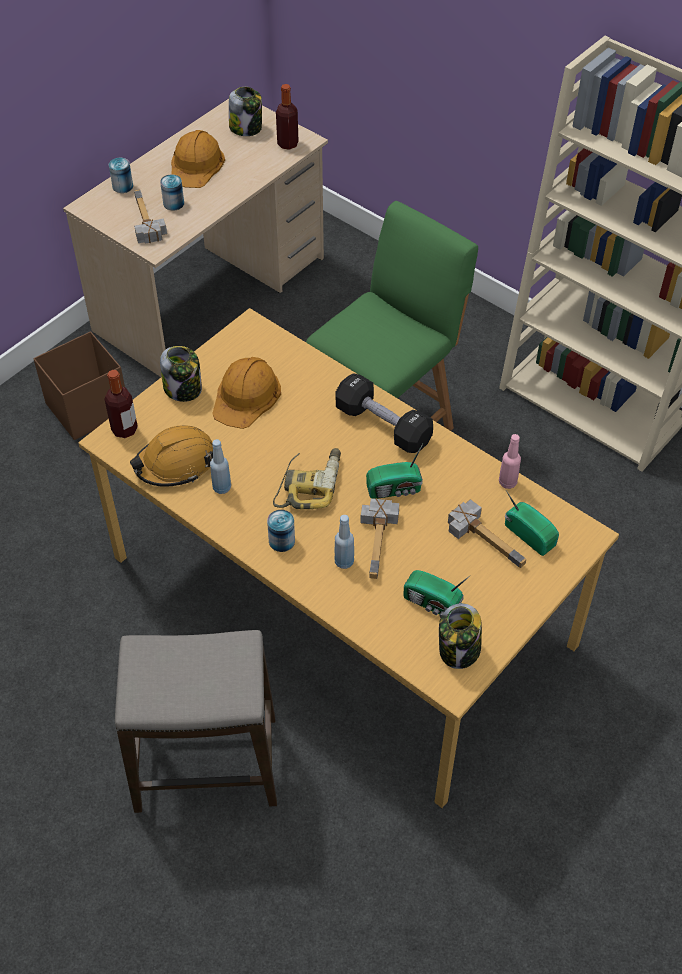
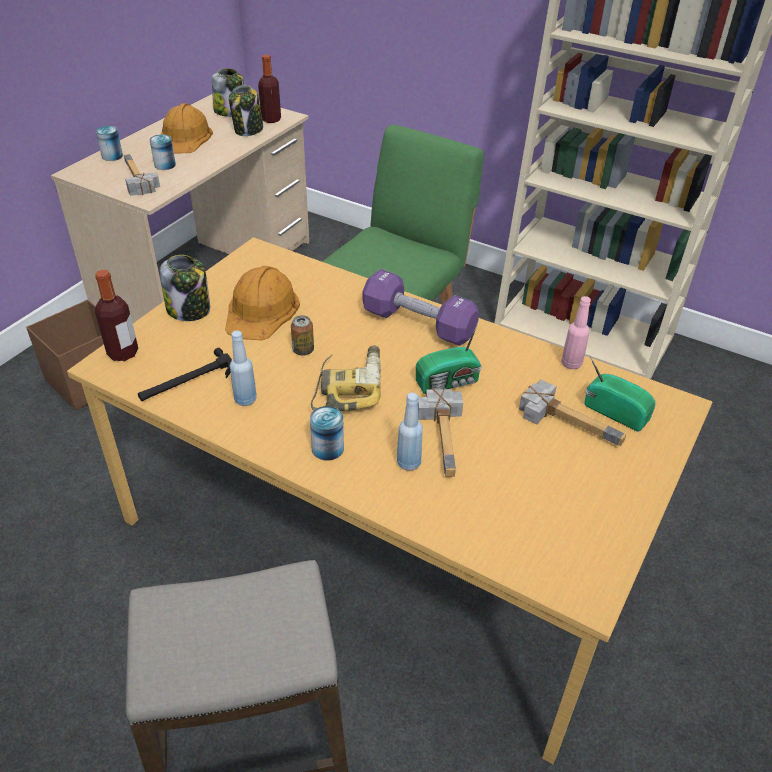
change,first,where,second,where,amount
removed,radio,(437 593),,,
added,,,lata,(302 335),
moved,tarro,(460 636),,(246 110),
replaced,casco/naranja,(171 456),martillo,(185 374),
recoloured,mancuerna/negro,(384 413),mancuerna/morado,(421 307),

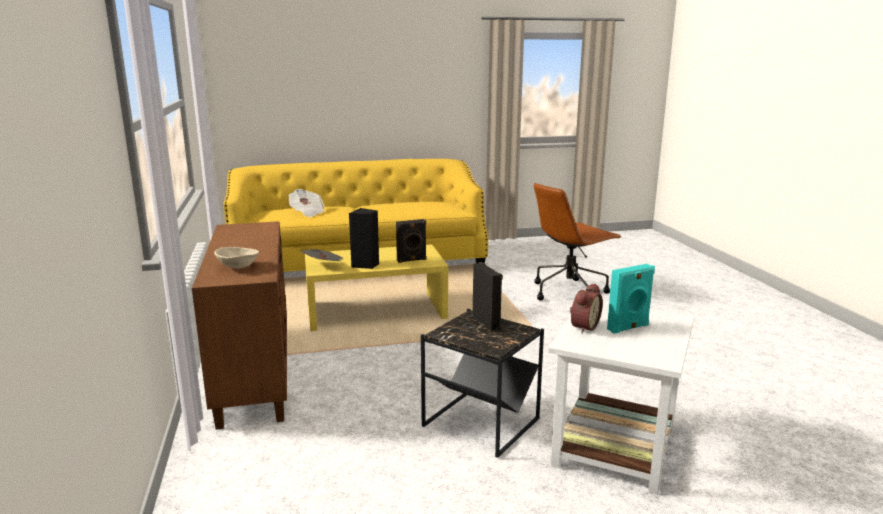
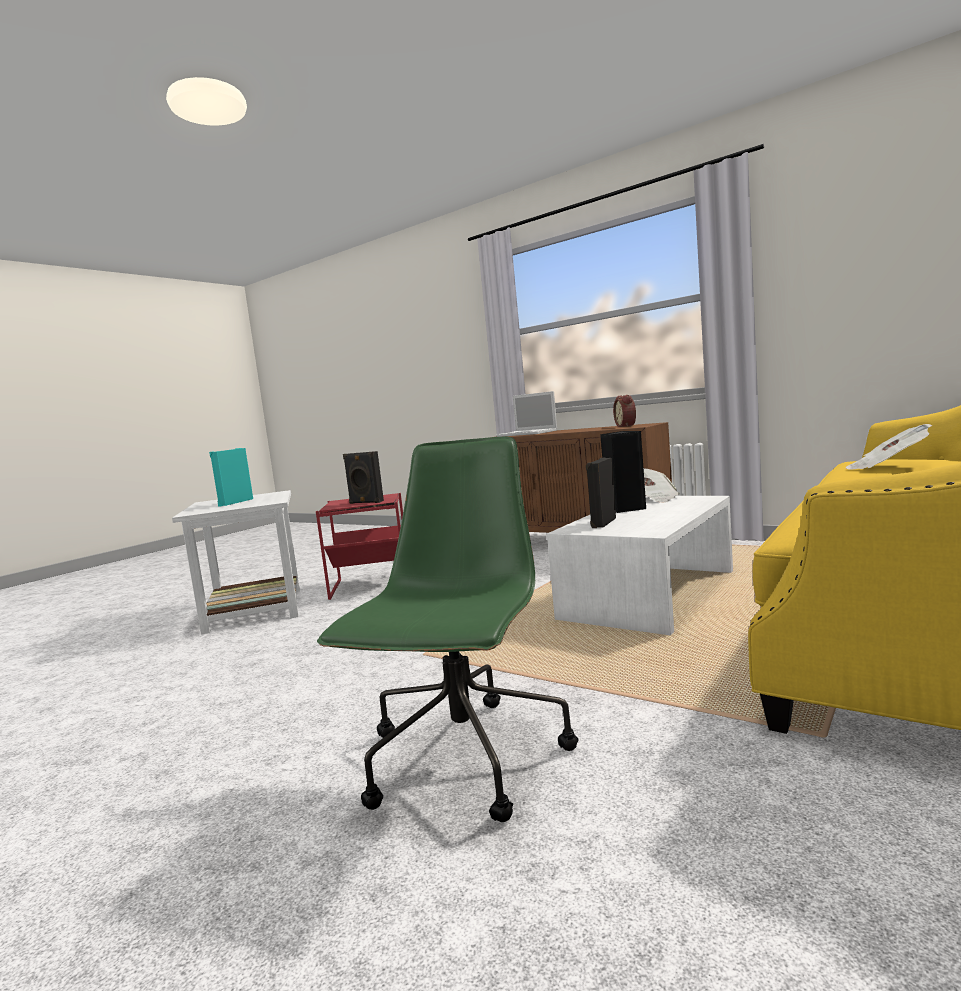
change,first,where,second,where,amount
moved,despertador,(586 308),,(624 411),
replaced,cuenco/beis,(236 257),portátil,(526 414),
recoloured,mesa de centro/amarillo,(376 287),mesa de centro/blanco,(640 565),
recoloured,mesa auxiliar/negro,(482 383),mesa auxiliar/rojo,(359 546),
recoloured,silla de oficina/marrón,(578 242),silla de oficina/verde,(447 629),

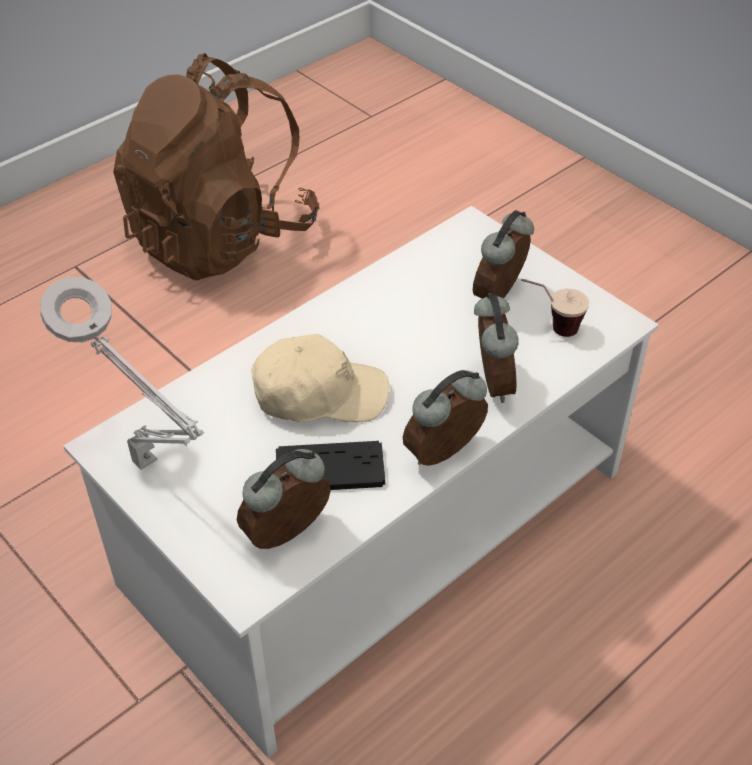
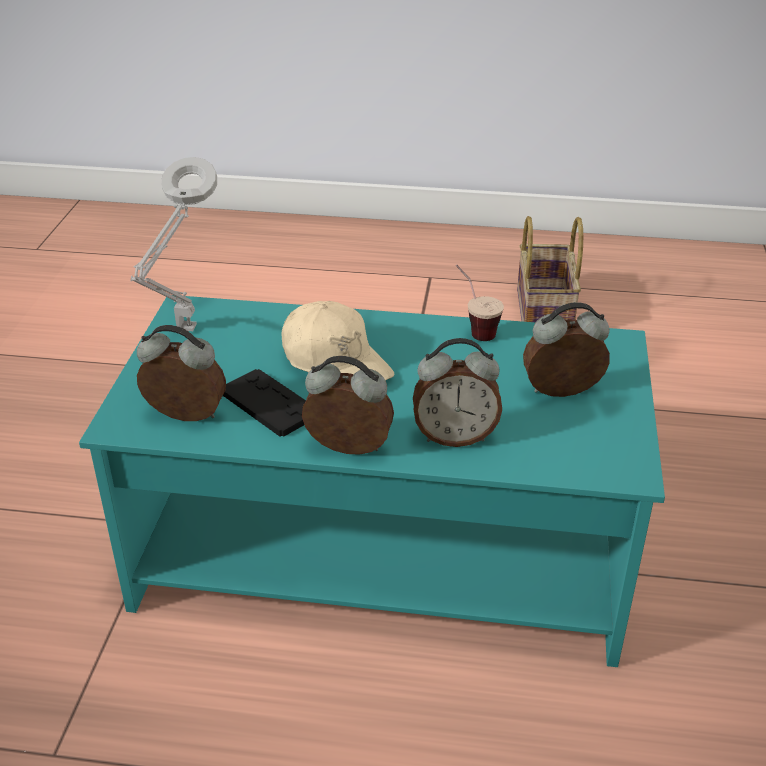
change,first,where,second,where,amount
moved,taza,(555 308),,(480 303),
replaced,mochila/marrón,(216 167),cesta,(550 269),
recoloured,mesa de centro/blanco,(361 482),mesa de centro/turquesa,(372 481),
turned,despertador,(496 348),,(457 392),45 degrees clockwise

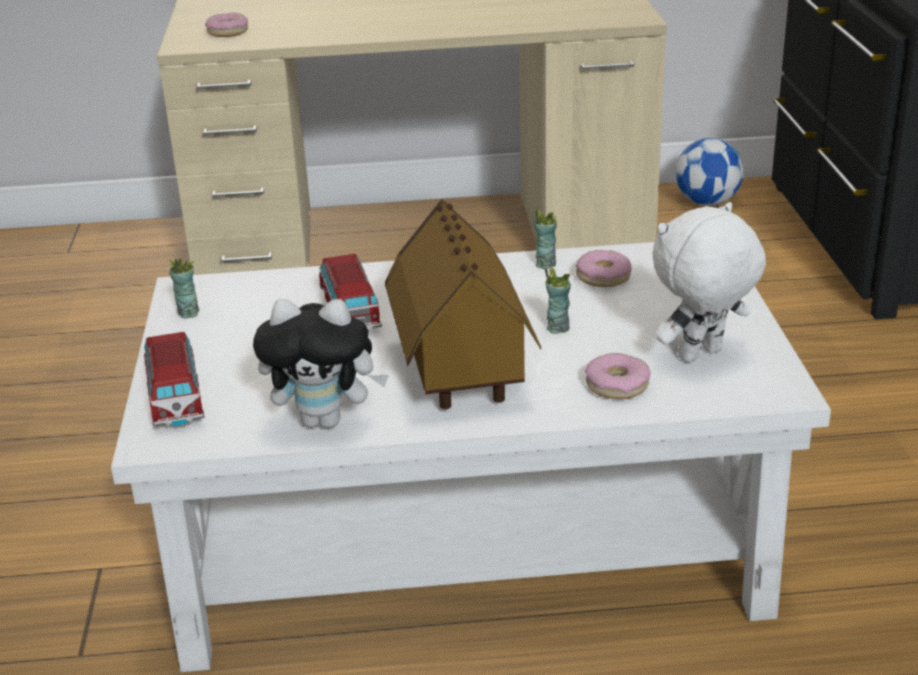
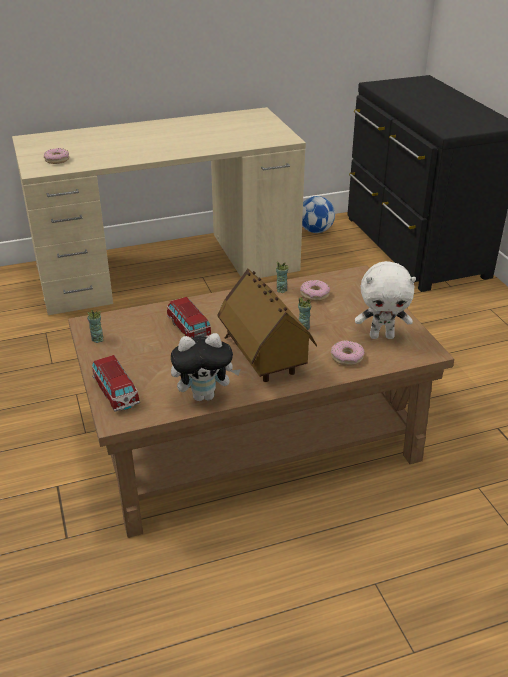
change,first,where,second,where,amount
recoloured,mesa de centro/blanco,(471 457),mesa de centro/marrón,(261 401),
turned,peluche/blanco,(709 282),,(385 300),135 degrees counterclockwise

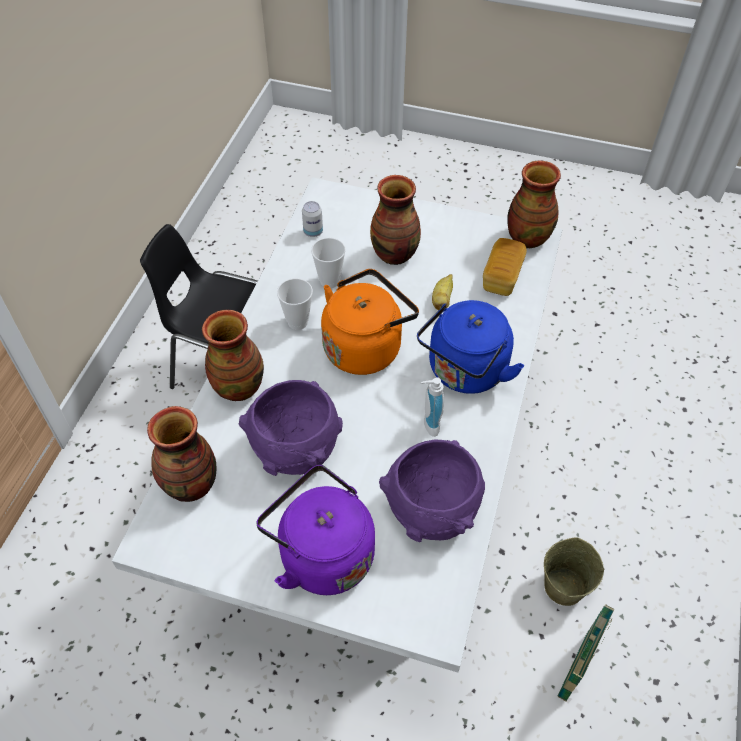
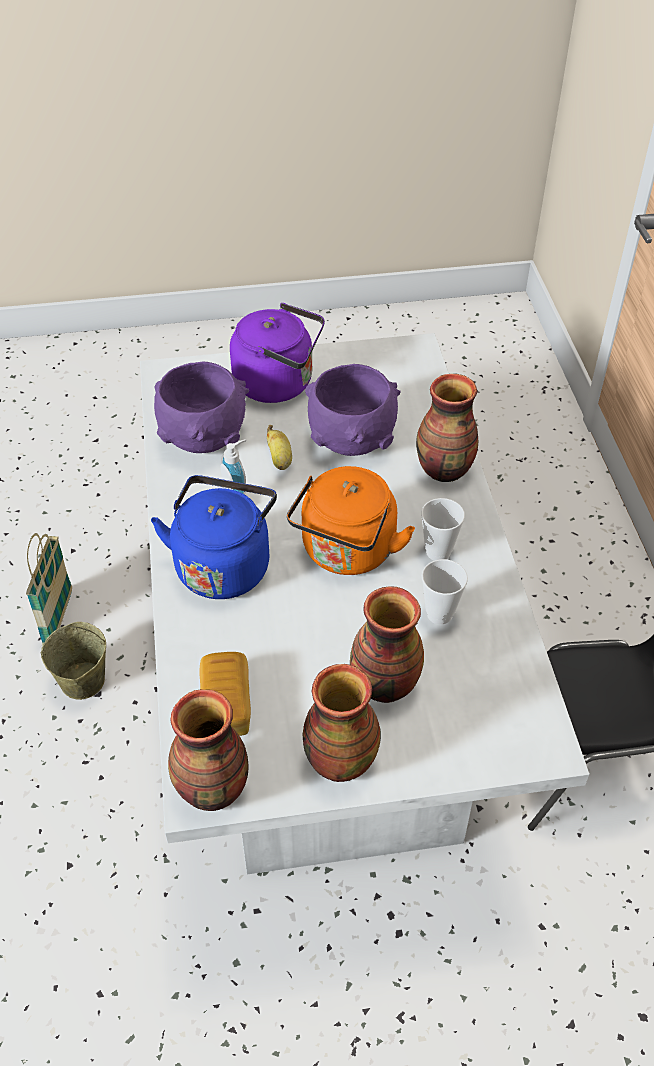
change,first,where,second,where,amount
removed,lata,(312 219),,,
moved,florero,(182 454),,(342 723),
moved,plátano,(442 292),,(279 447),

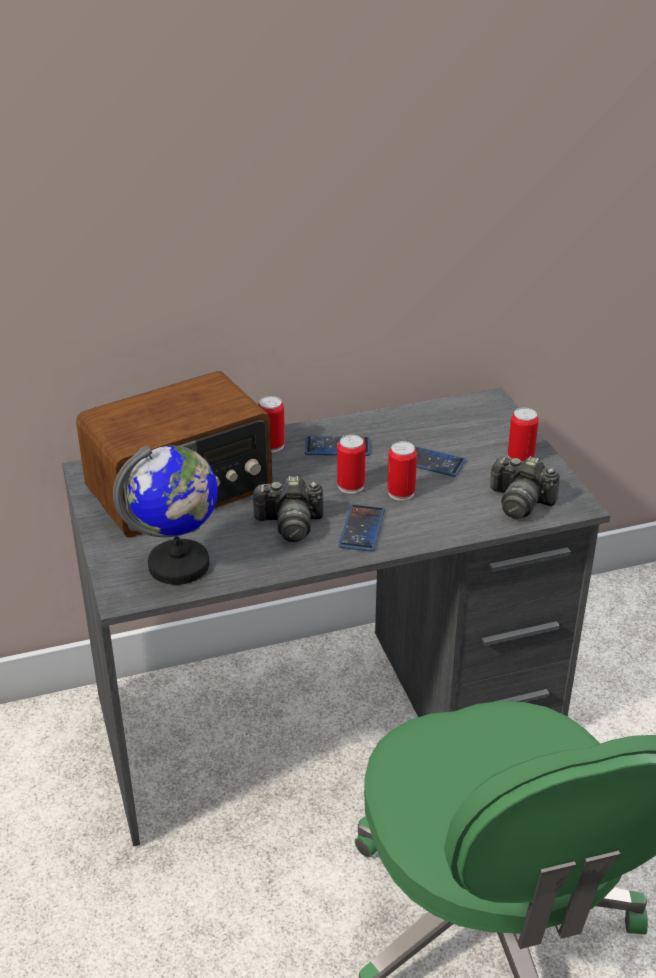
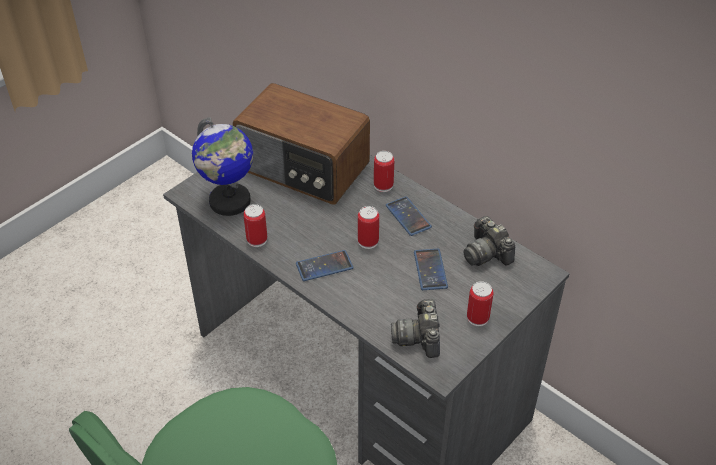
change,first,where,second,where,amount
moved,cámara,(287 509),,(489 241),
moved,lata,(402 471),,(255 225),

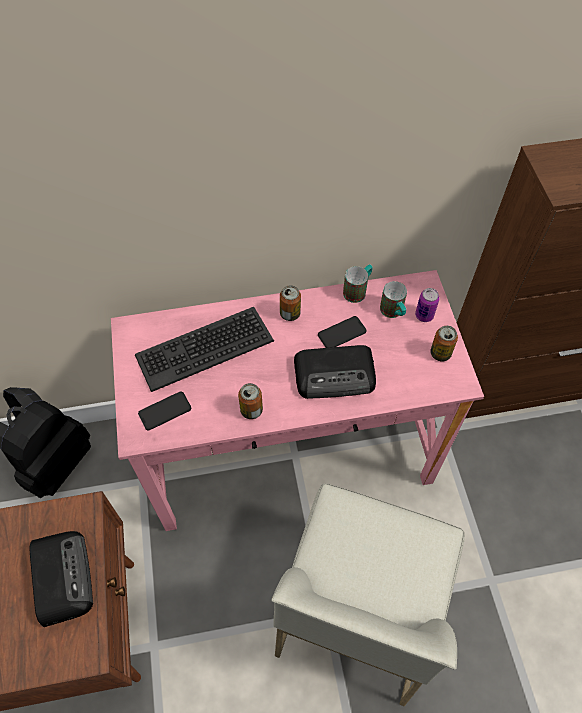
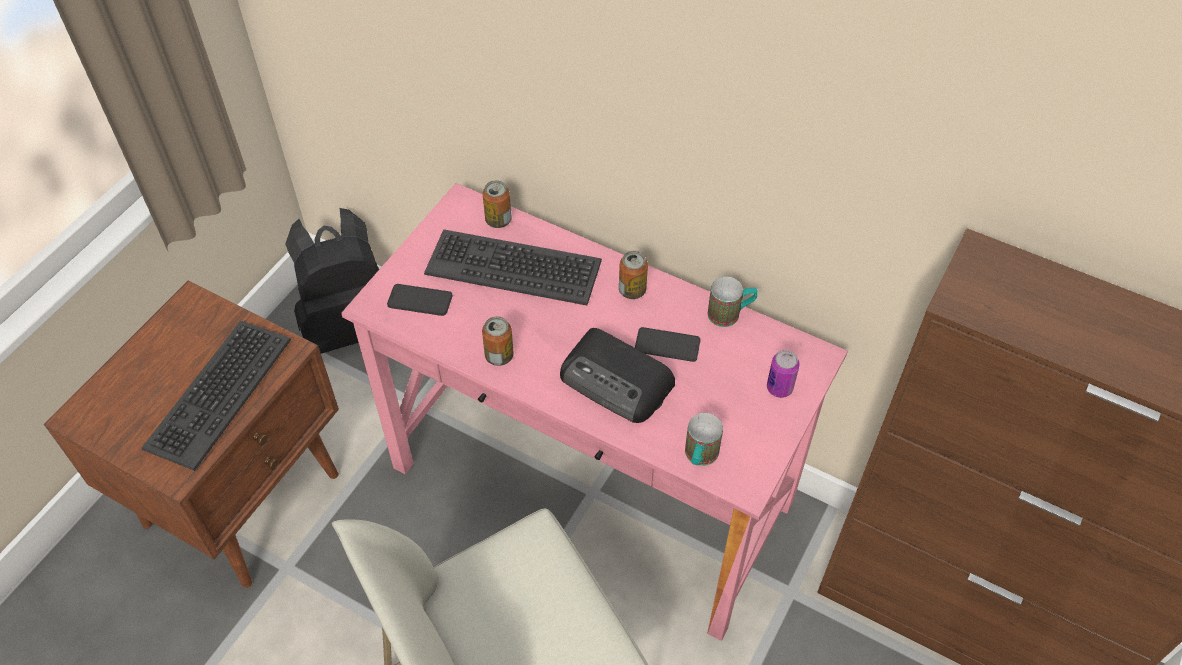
change,first,where,second,where,amount
moved,taza grande,(393 299),,(704 439),
moved,lata,(444 343),,(497 204),
replaced,radio,(61 579),teclado,(216 395),

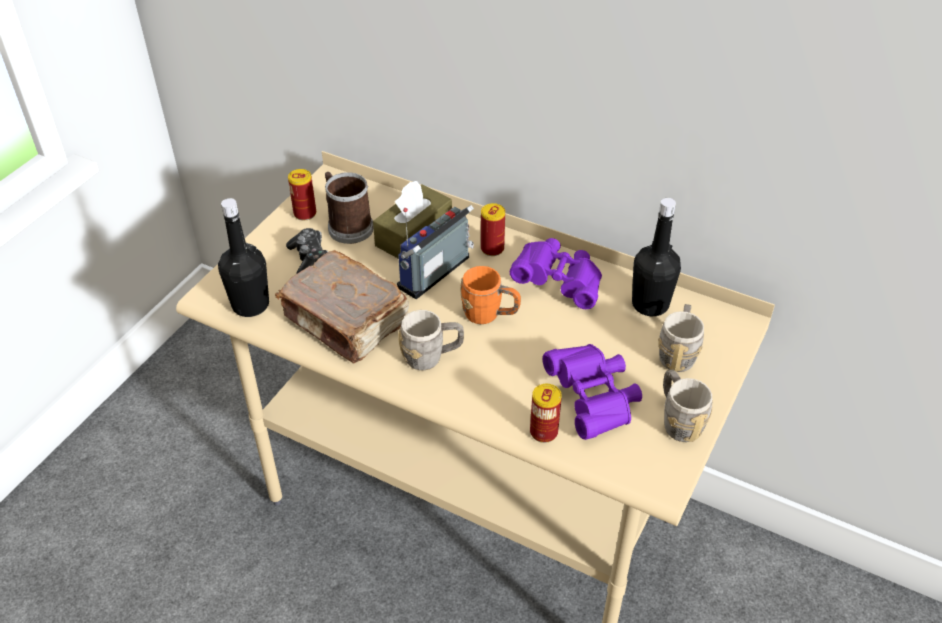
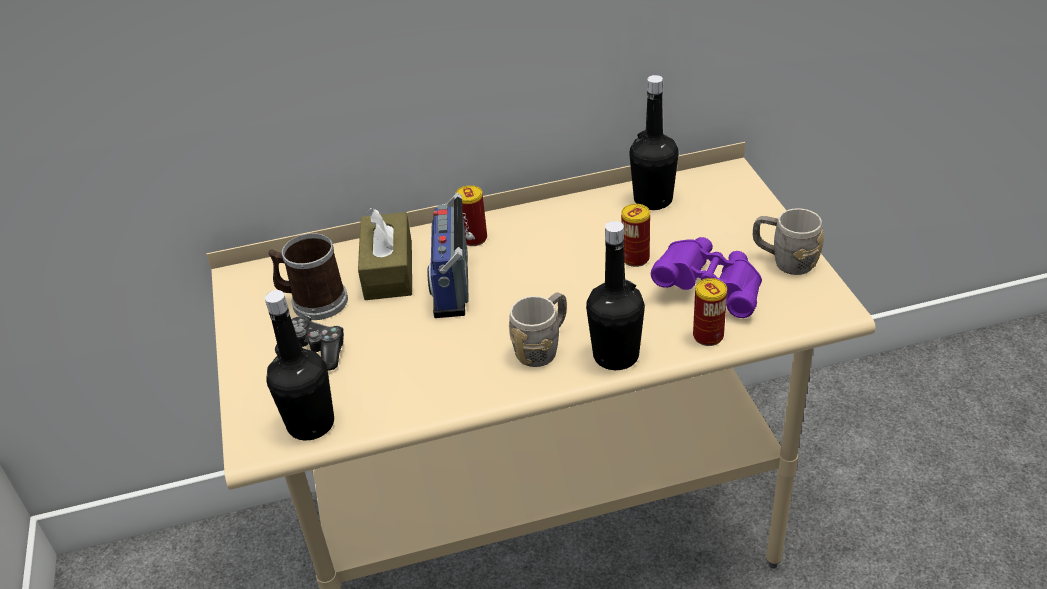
change,first,where,second,where,amount
removed,libro/marrón,(342 306),,,
removed,taza grande/naranja,(490 295),,,
removed,prismáticos/morado,(556 273),,,
removed,taza grande/gris,(681 338),,,
added,,,botella/negro,(615 295),
moved,lata,(302 194),,(635 235),

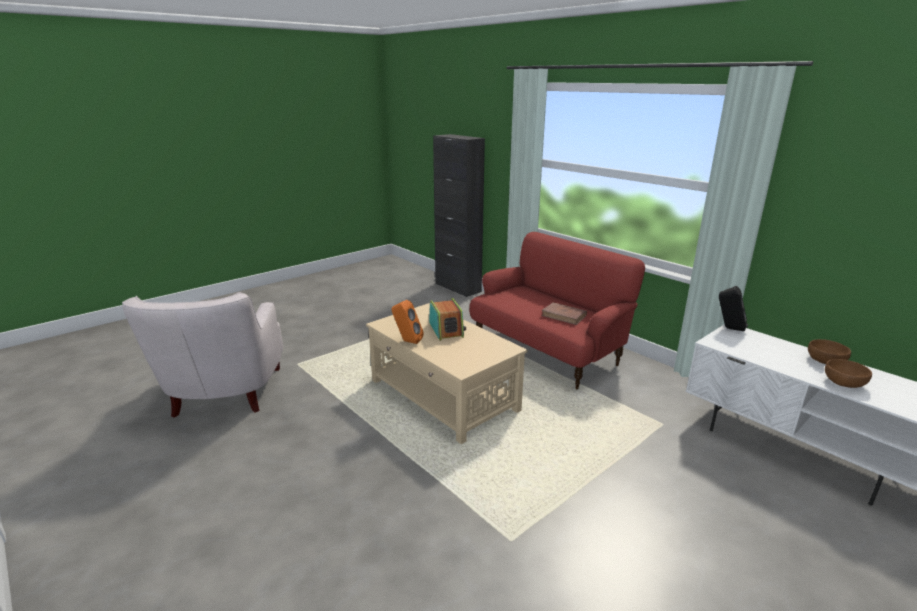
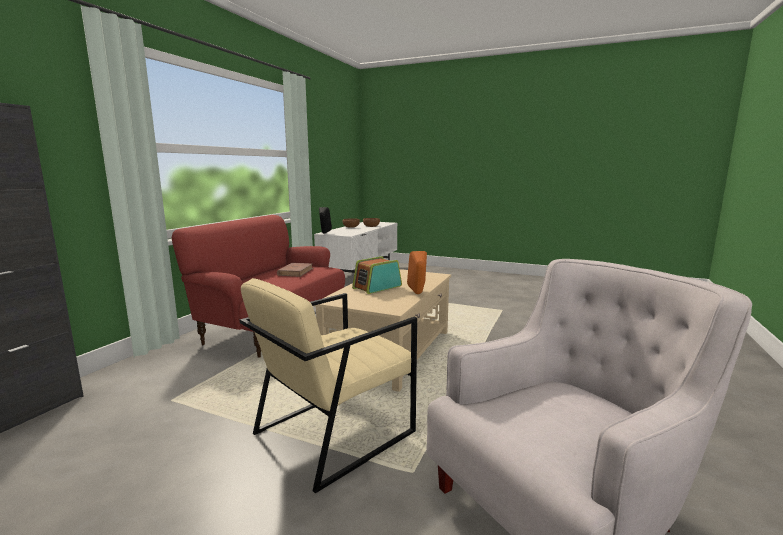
change,first,where,second,where,amount
added,,,sillón/beis,(328 385),

